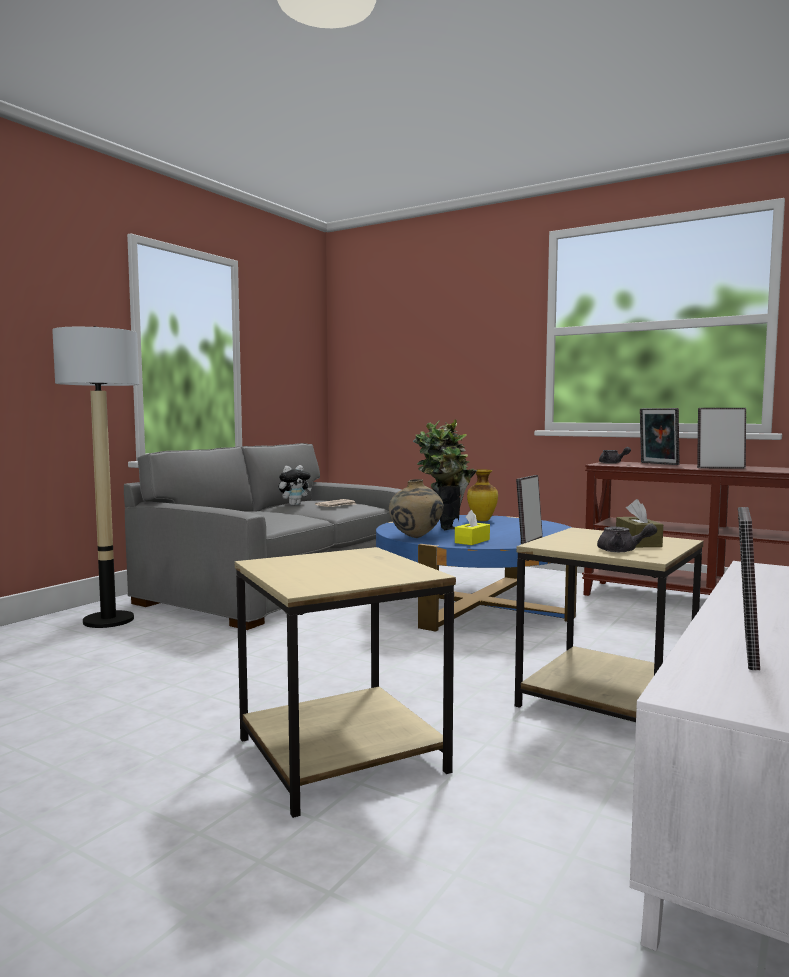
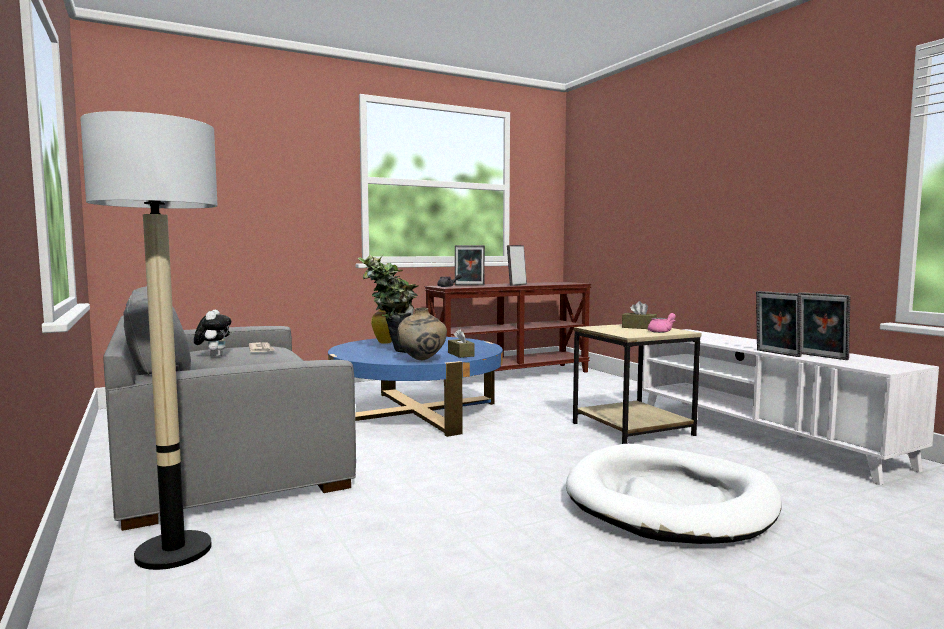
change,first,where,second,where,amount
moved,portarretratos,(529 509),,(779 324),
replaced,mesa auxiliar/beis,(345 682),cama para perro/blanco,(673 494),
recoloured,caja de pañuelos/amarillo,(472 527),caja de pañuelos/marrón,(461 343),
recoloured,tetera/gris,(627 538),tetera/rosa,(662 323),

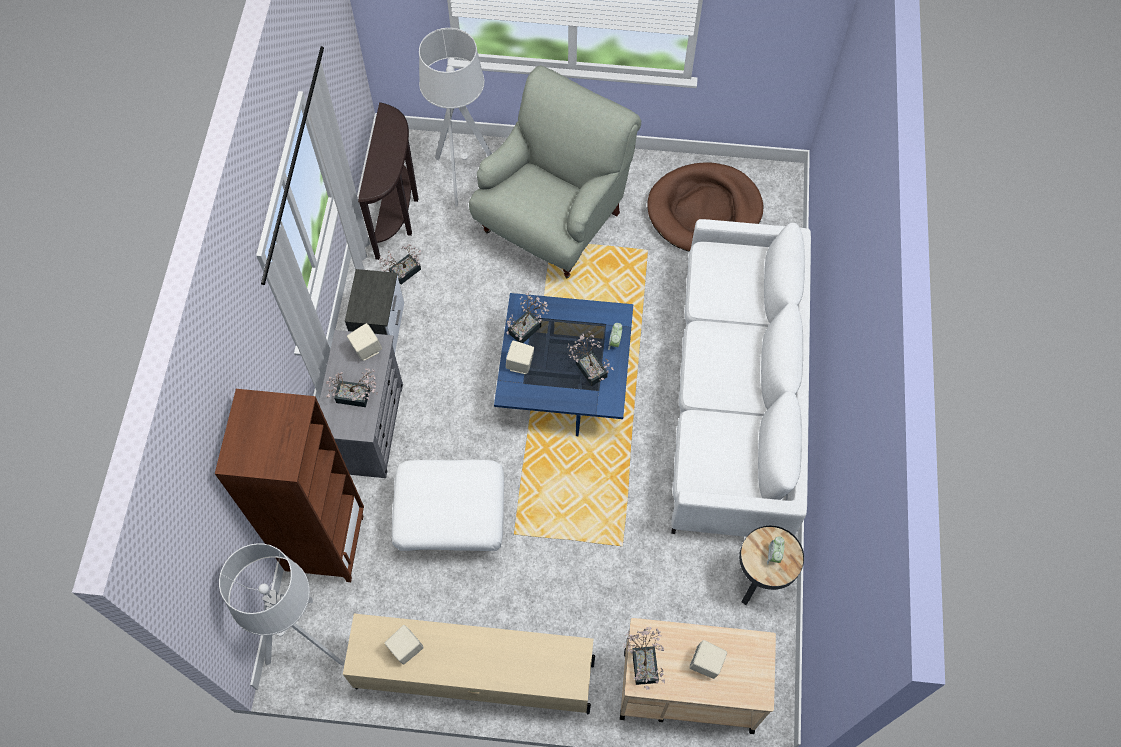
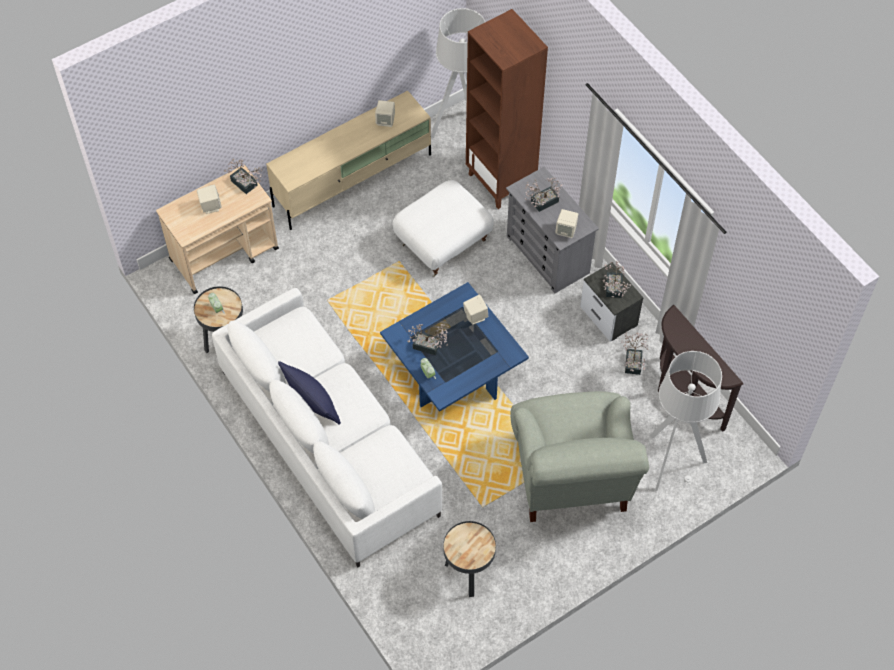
change,first,where,second,where,amount
added,,,cojín/azul,(309 393),
moved,planta en maceta,(527 317),,(617 279),
replaced,cama para perro/marrón,(705 207),mesa auxiliar/negro,(469 559),

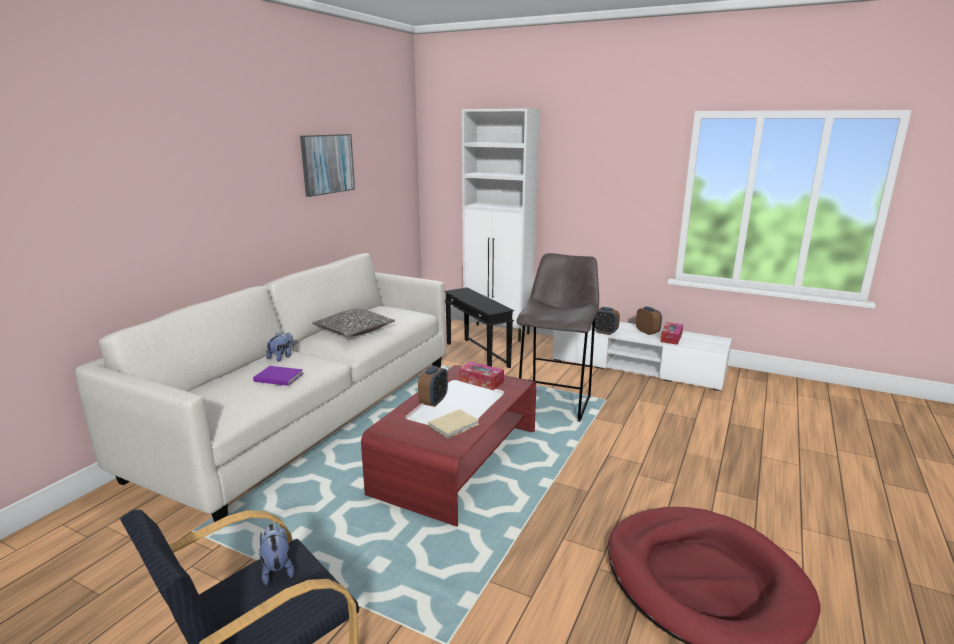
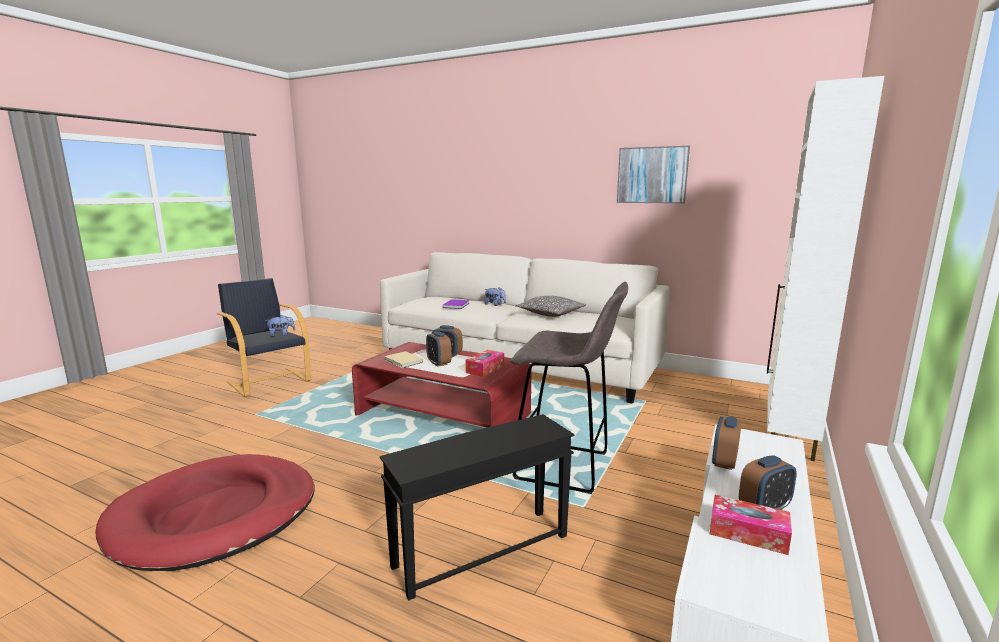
change,first,where,second,where,amount
added,,,despertador,(438 349),
moved,mesa auxiliar/negro,(479 328),,(477 507),

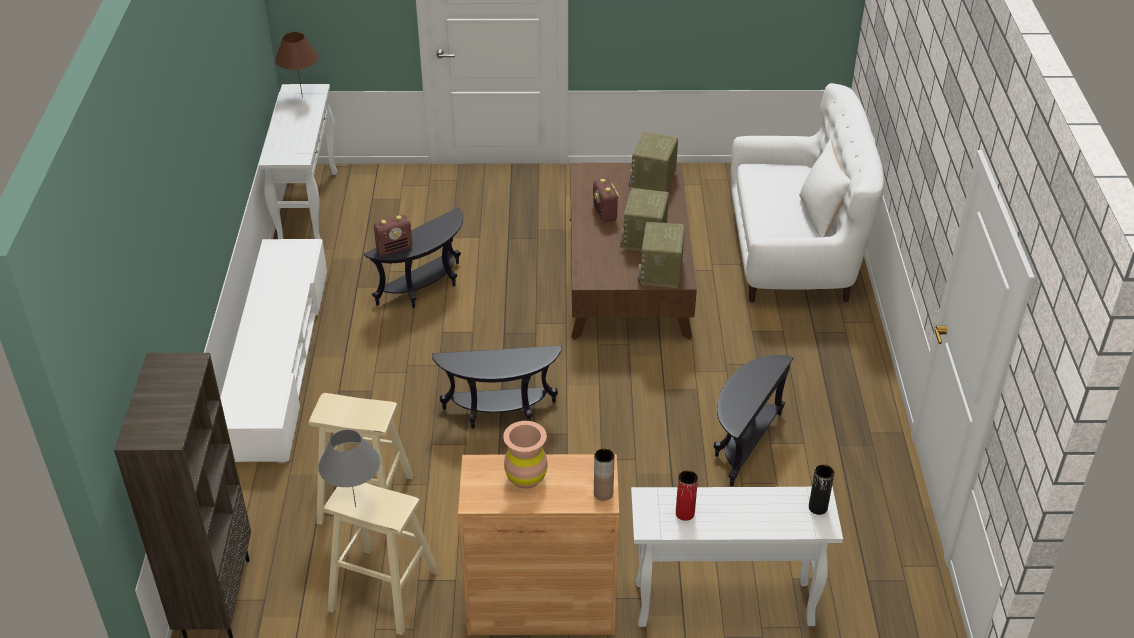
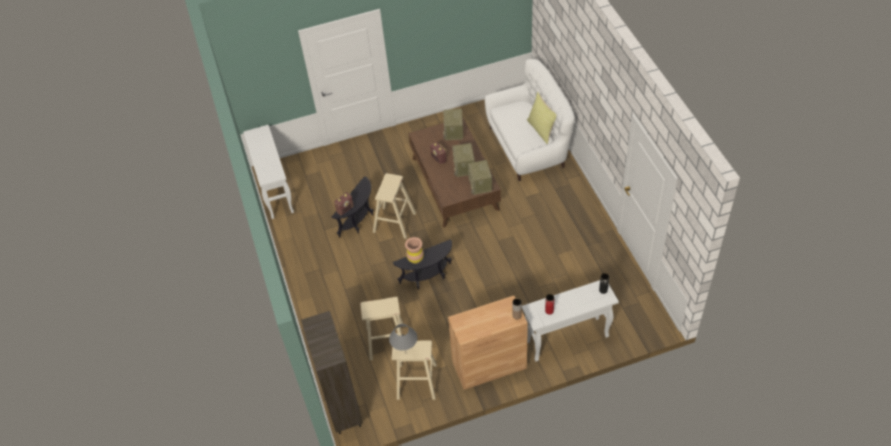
change,first,where,second,where,amount
removed,mueble de televisión/blanco,(273 351),,,
removed,lámpara de mesa/marrón,(296 65),,,
removed,mesa auxiliar/negro,(754 420),,,
added,,,taburete/beis,(394 206),
moved,florero/marrón,(525 455),,(414 250),
recoloured,cojín/blanco,(825 188),cojín/amarillo,(541 118),

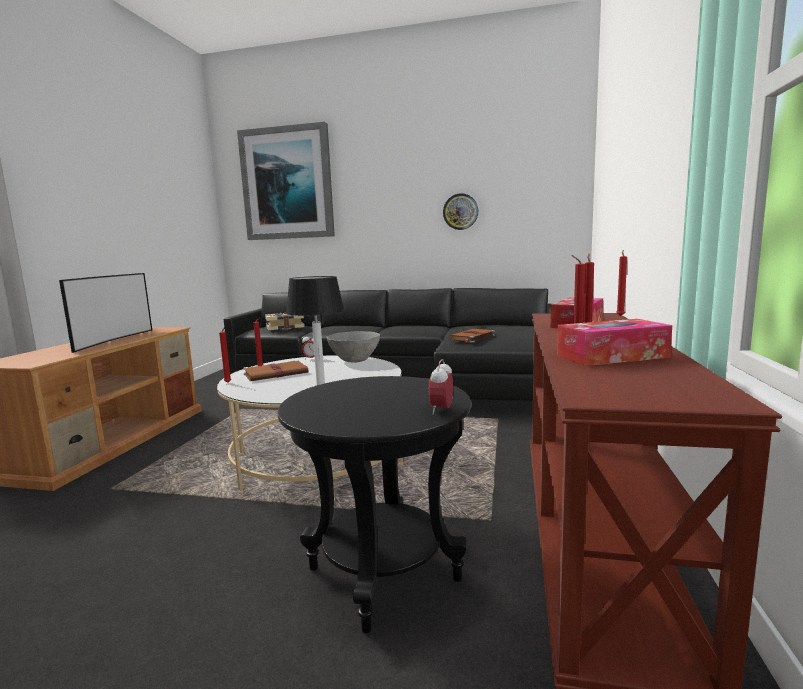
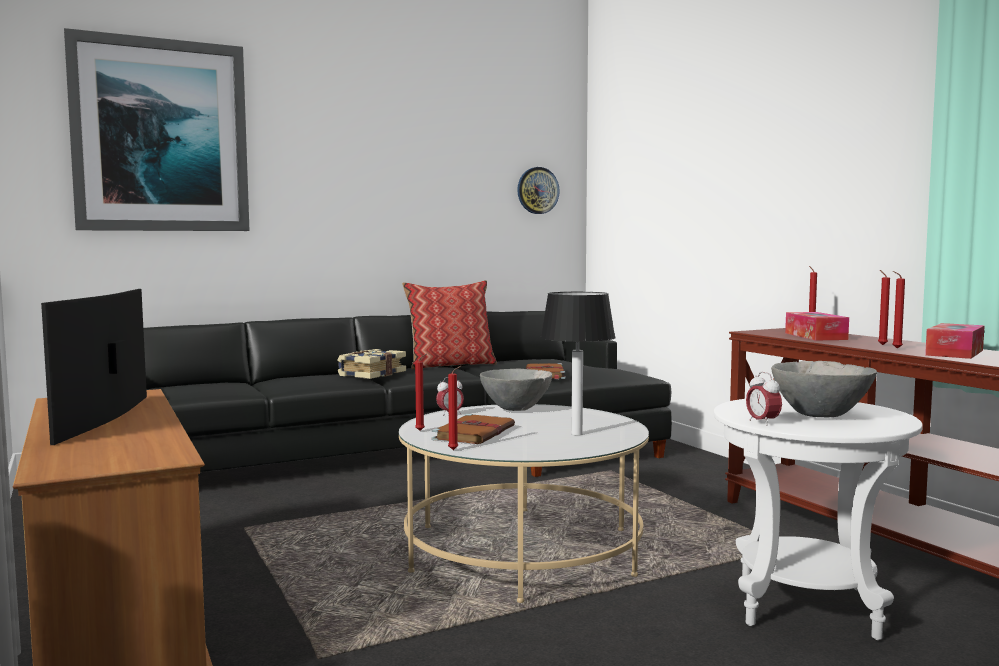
change,first,where,second,where,amount
added,,,cojín,(449 324),
added,,,cuenco/gris,(824 389),
moved,libro,(285 321),,(371 364),
moved,despertador,(440 387),,(764 399),
moved,reloj de pared,(460 211),,(538 190),
recoloured,mesa auxiliar/negro,(374 505),mesa auxiliar/blanco,(818 518),
turned,televisor,(105 313),,(94 367),150 degrees counterclockwise

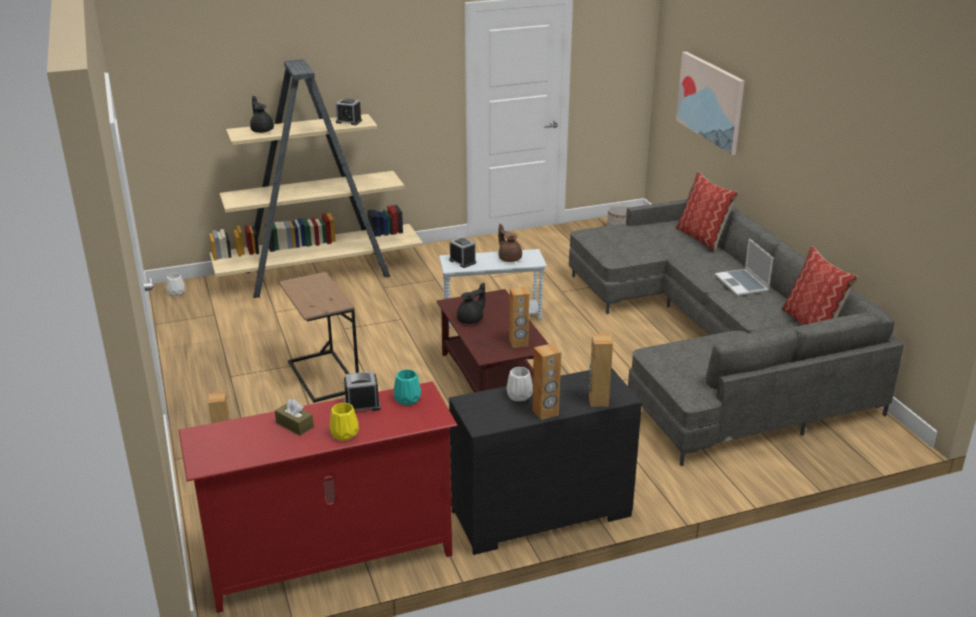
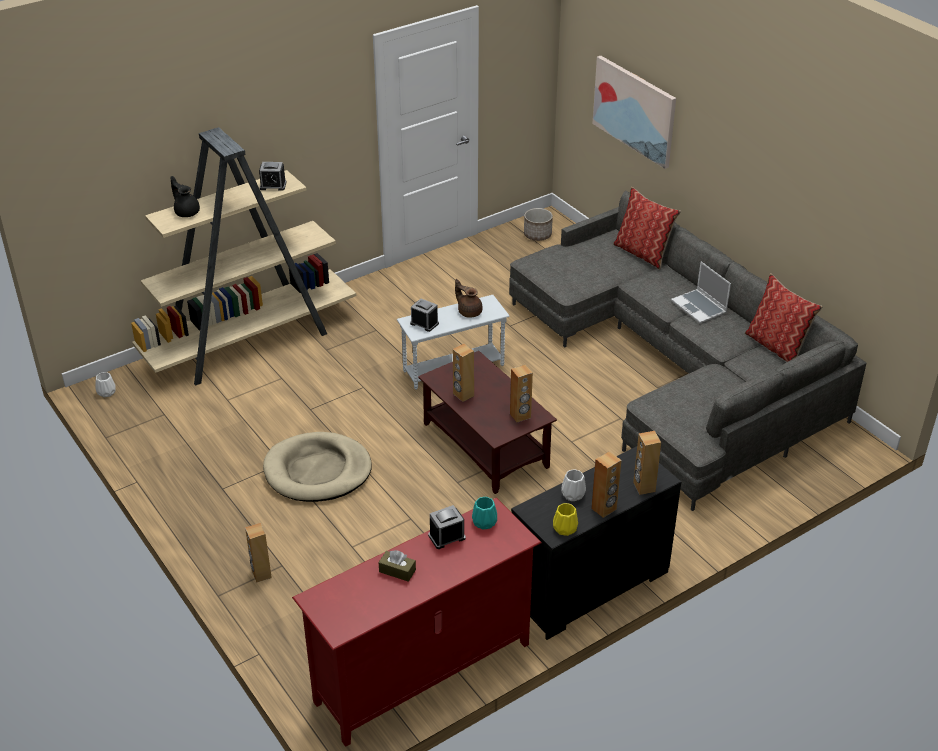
change,first,where,second,where,amount
moved,florero/amarillo,(344 422),,(565 519),
replaced,mesa auxiliar/marrón,(319 337),cama para perro/beis,(317 467),
replaced,tetera/negro,(471 303),altavoz/marrón,(463 373),

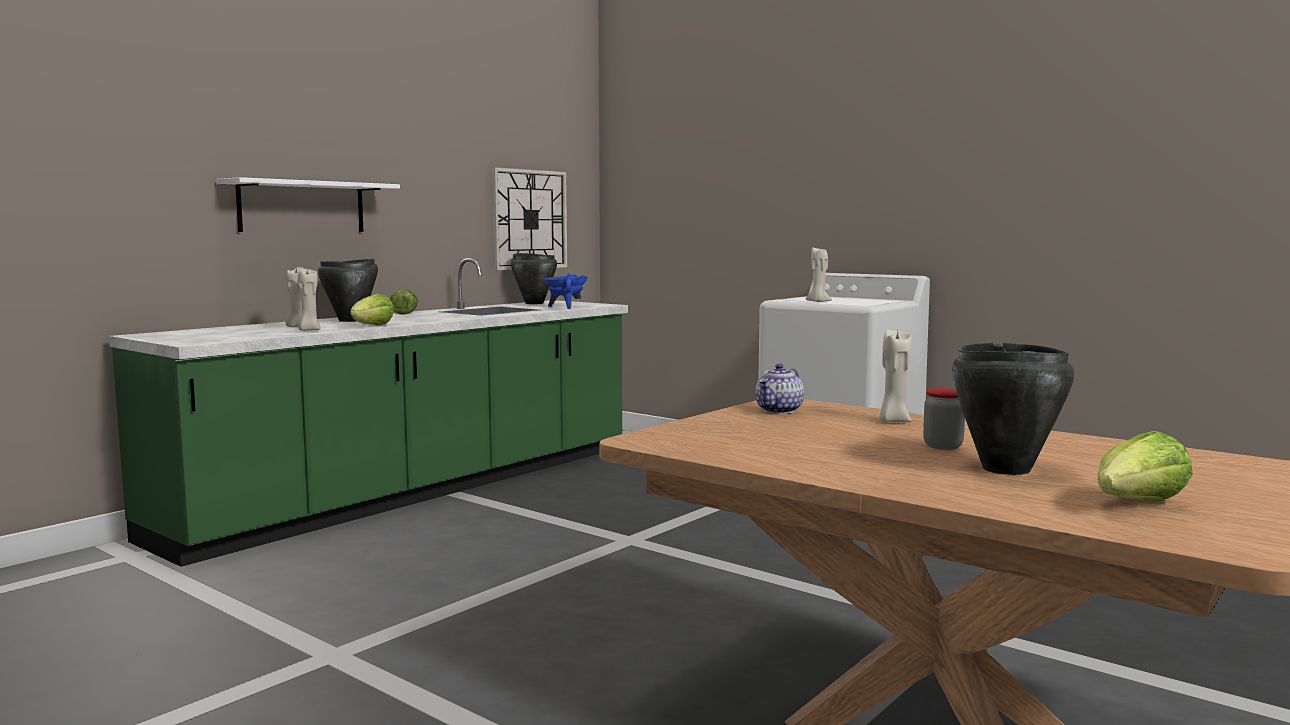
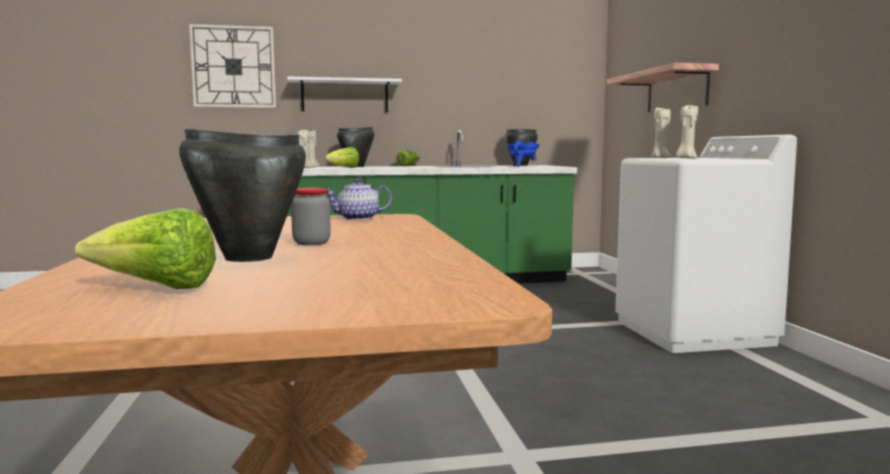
change,first,where,second,where,amount
added,,,estante,(663 87),
moved,reloj de pared,(529 218),,(232 66),
moved,vela/beis,(895 376),,(687 132),

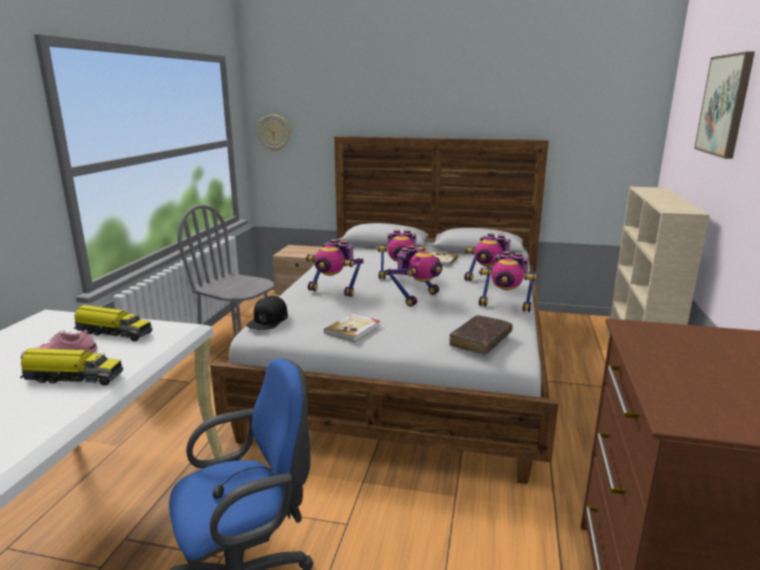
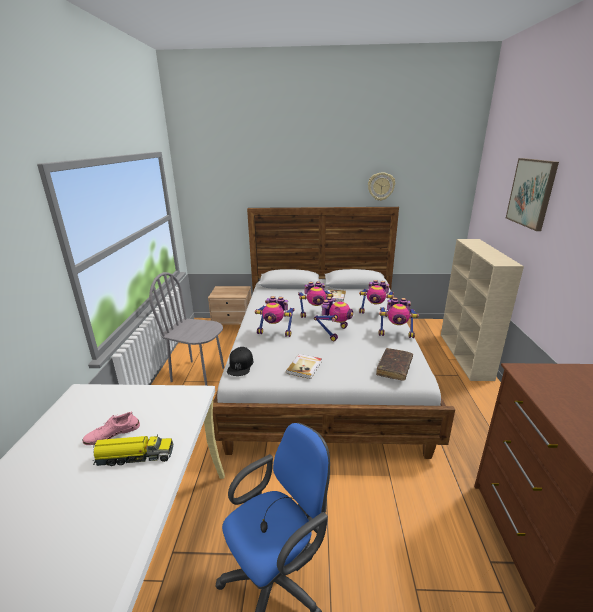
change,first,where,second,where,amount
removed,camión de juguete,(113 323),,,
moved,reloj de pared,(274 133),,(381 186),

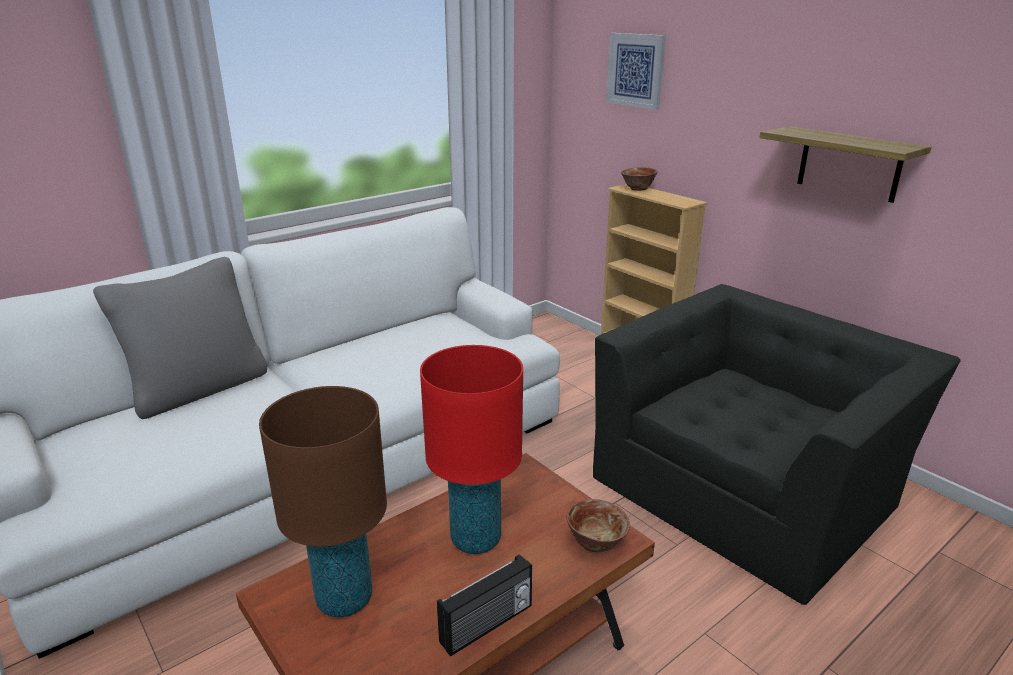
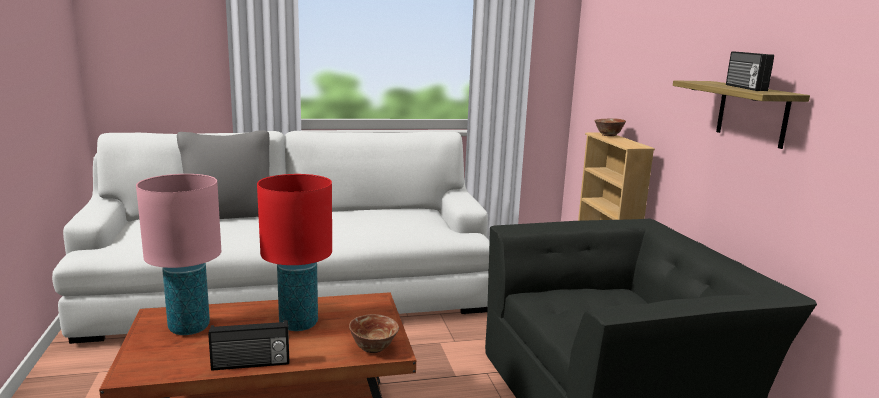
change,first,where,second,where,amount
removed,cuadro,(636 71),,,
added,,,radio,(750 71),
recoloured,lámpara de mesa/marrón,(323 502),lámpara de mesa/rosa,(178 254),

